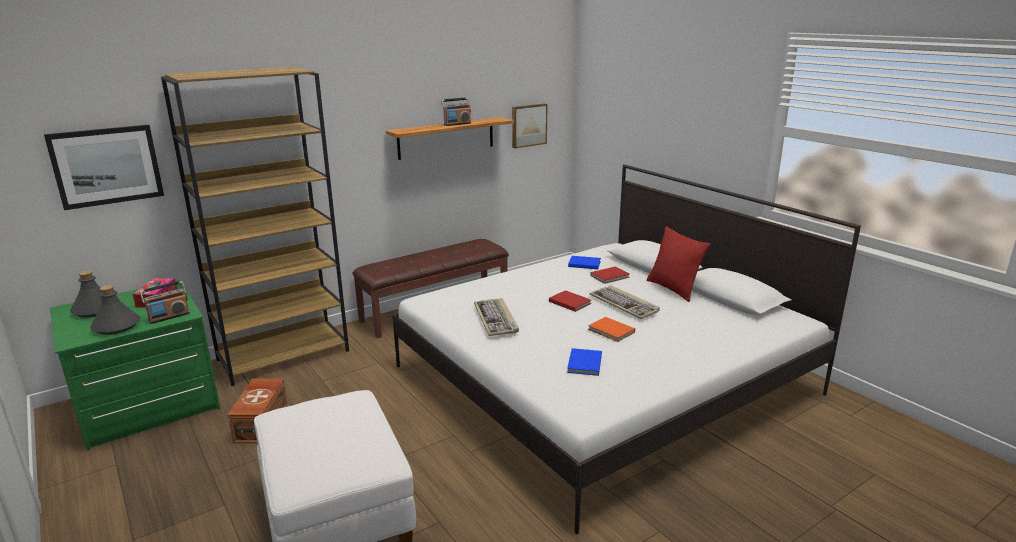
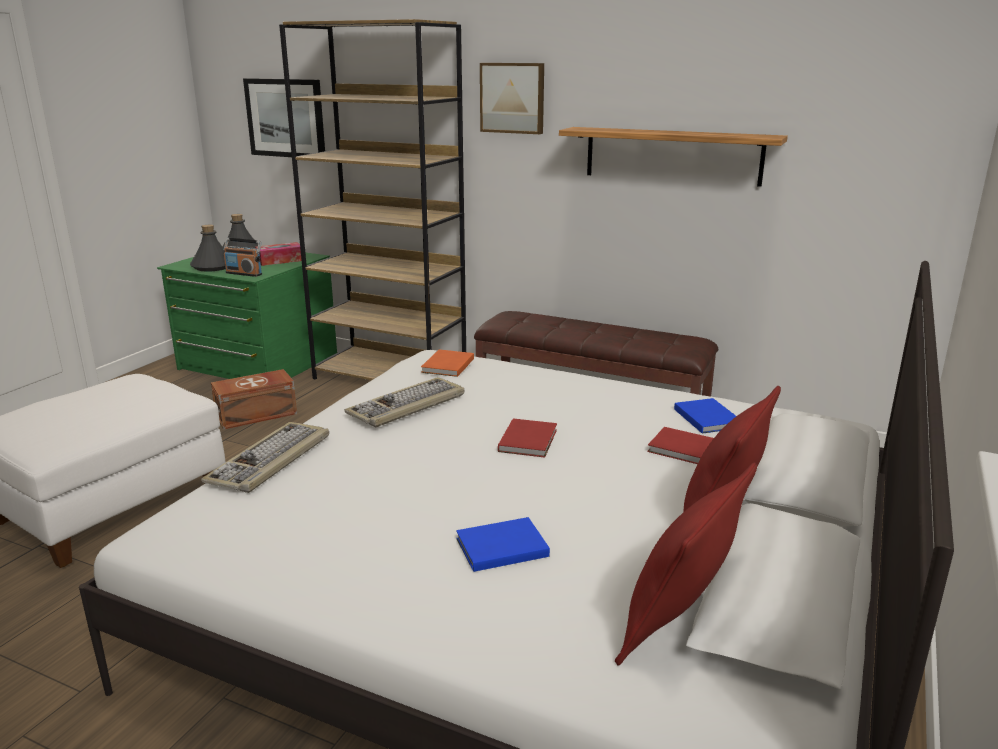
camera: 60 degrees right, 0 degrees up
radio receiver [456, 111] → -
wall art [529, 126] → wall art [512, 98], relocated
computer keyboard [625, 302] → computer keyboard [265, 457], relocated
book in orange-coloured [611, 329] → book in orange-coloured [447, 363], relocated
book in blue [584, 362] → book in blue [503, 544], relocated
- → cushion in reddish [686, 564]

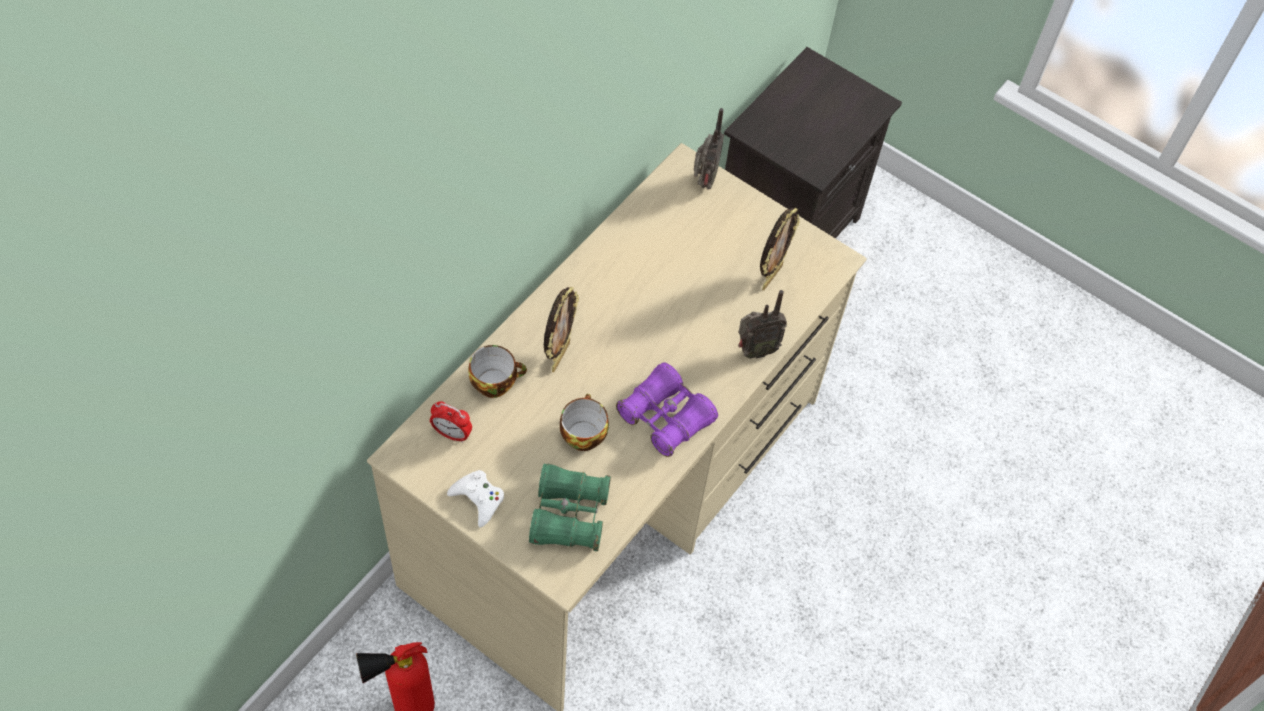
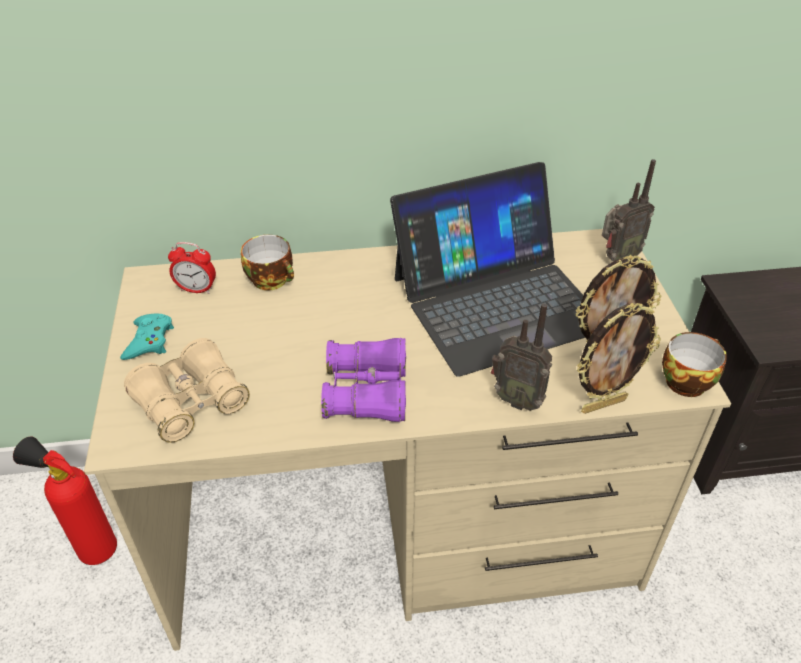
camera: 50 degrees right, 15 degrees down
picture frame [561, 329] → picture frame [619, 358], relocated
small cup [584, 422] → small cup [694, 364], relocated
bedside clock [451, 422] → bedside clock [192, 268], 60 degrees counterclockwise
field glasses in greenish [570, 507] → field glasses in beige-coloured [187, 390]
gamepad in whitish [475, 499] → gamepad in blue-green [147, 337]
- → laptop [487, 269]

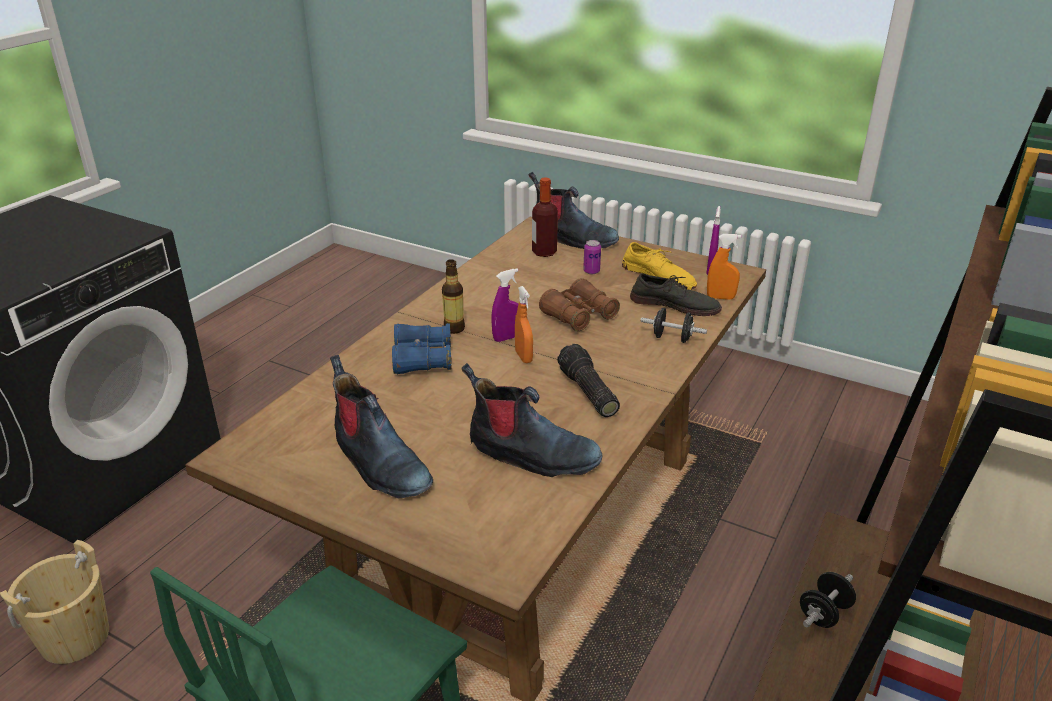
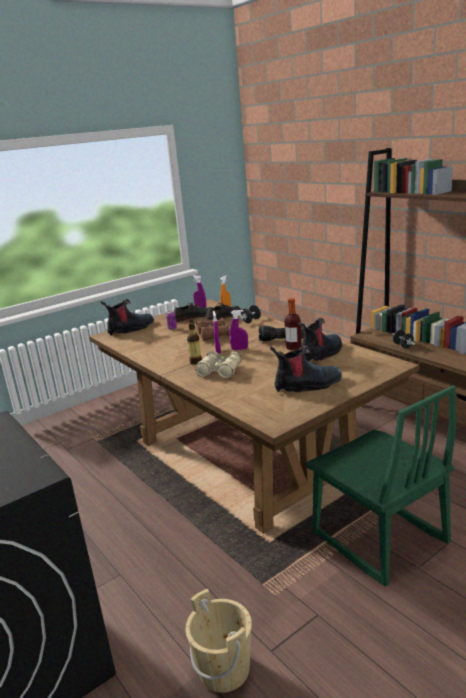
camera: 65 degrees left, 10 degrees down
drink bottle [545, 217] → drink bottle [293, 324], relocated
item of footwear in yellowish [659, 266] → item of footwear in greyish [193, 312]
sprayer in orange-coloured [524, 324] → sprayer in purple-coloured [238, 330]
field glasses in blue [421, 348] → field glasses in beige-coloured [218, 365]

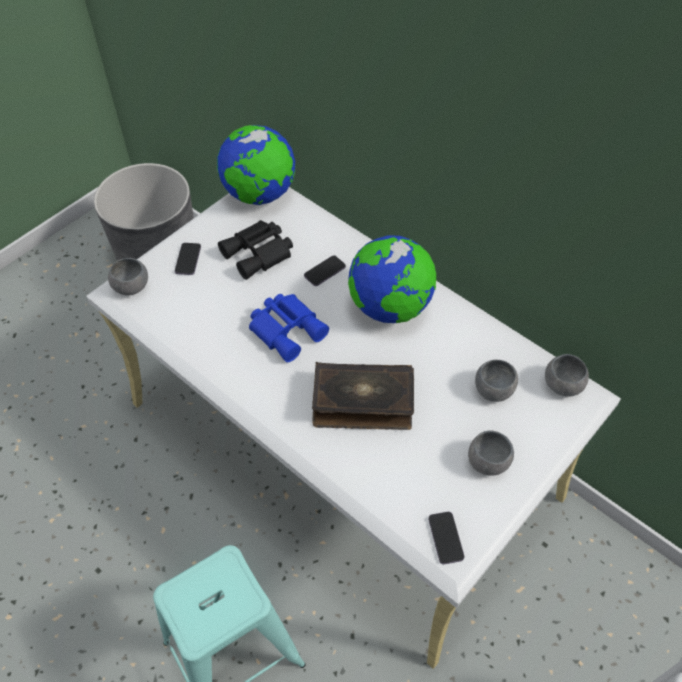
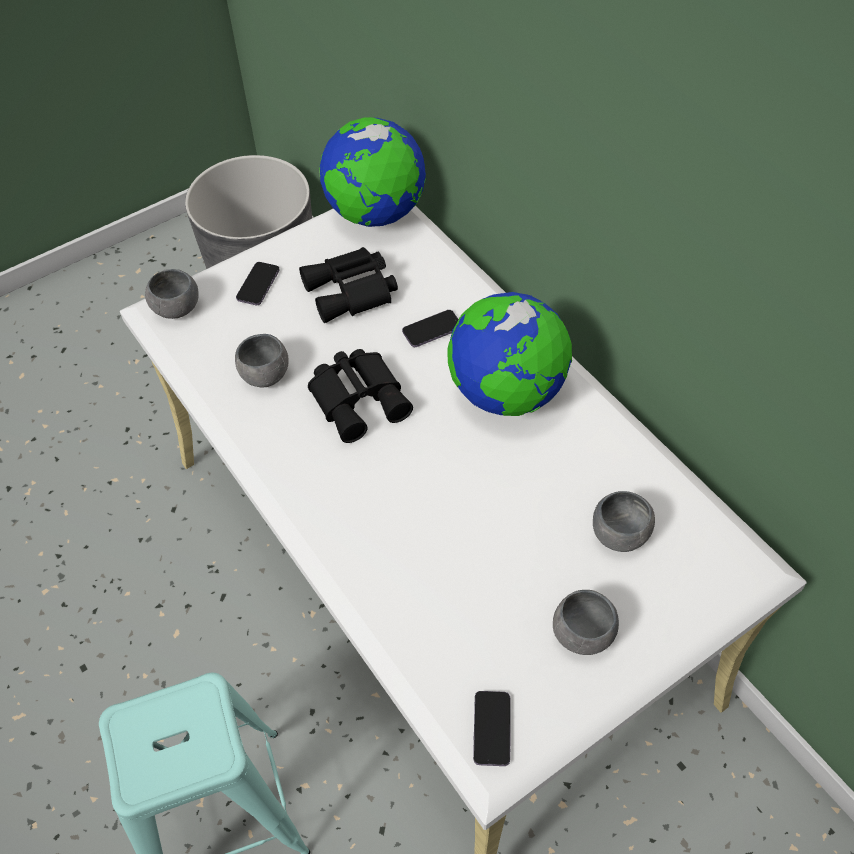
camera: 15 degrees right, 0 degrees up
field glasses in blue [289, 328] → field glasses in blackish [360, 396]
bowl in greyish [567, 375] → bowl in greyish [262, 360], relocated
book [363, 396] → -

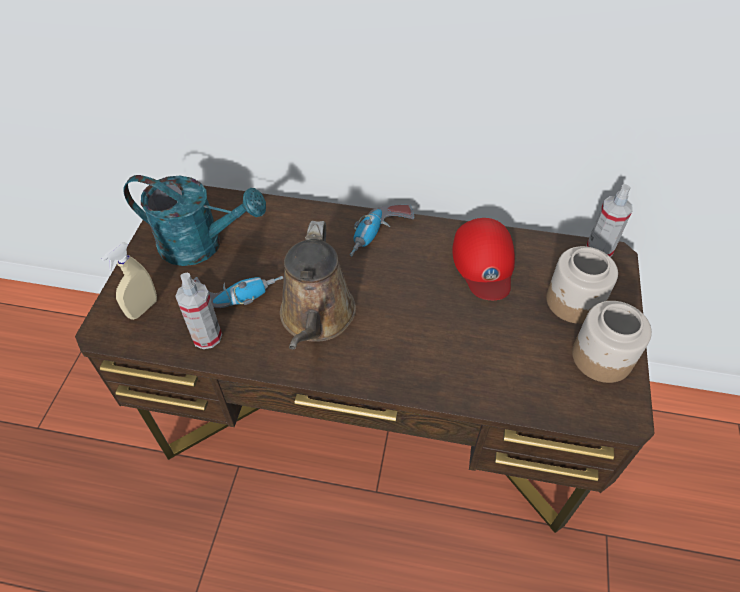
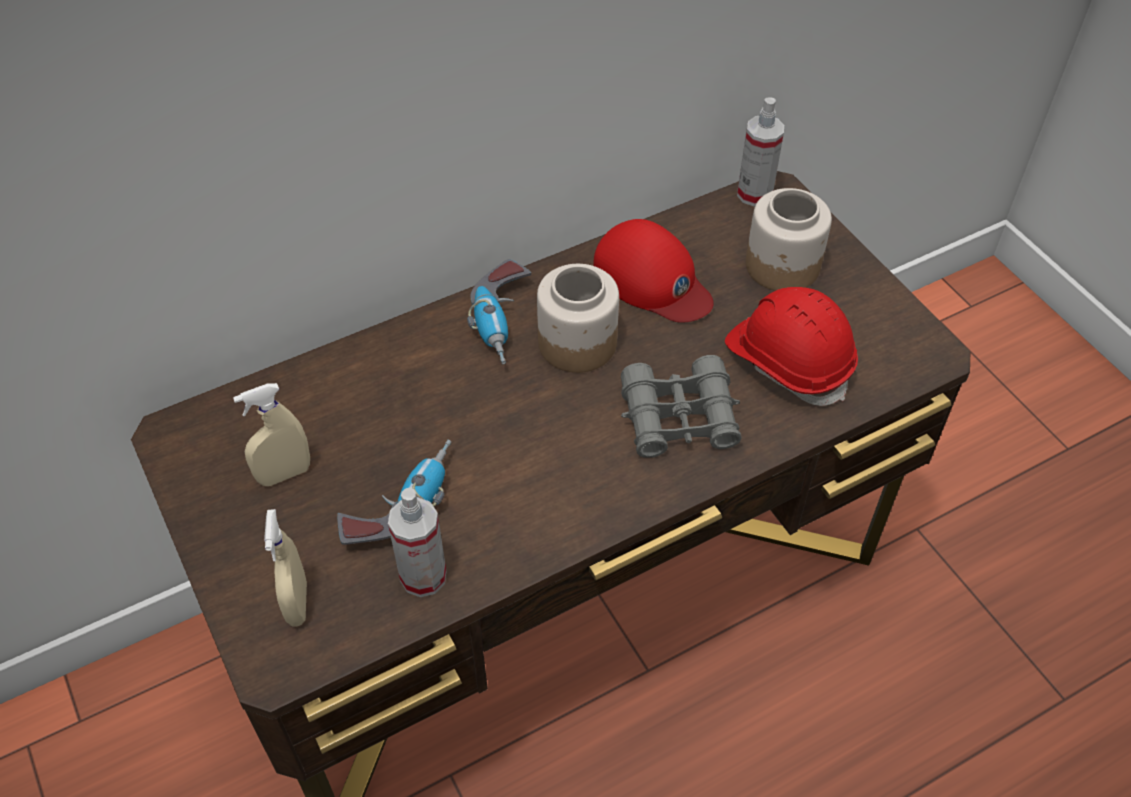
camera: 40 degrees left, 0 degrees up
sprinkling can in blue-green [194, 220] → sprayer in beige-coloured [271, 434]
sprinkling can in brown-coloured [318, 285] → -
preserve jar [612, 342] → preserve jar [578, 318], relocated
- → safety helmet in reddish [791, 346]
- → field glasses in greyish [681, 406]

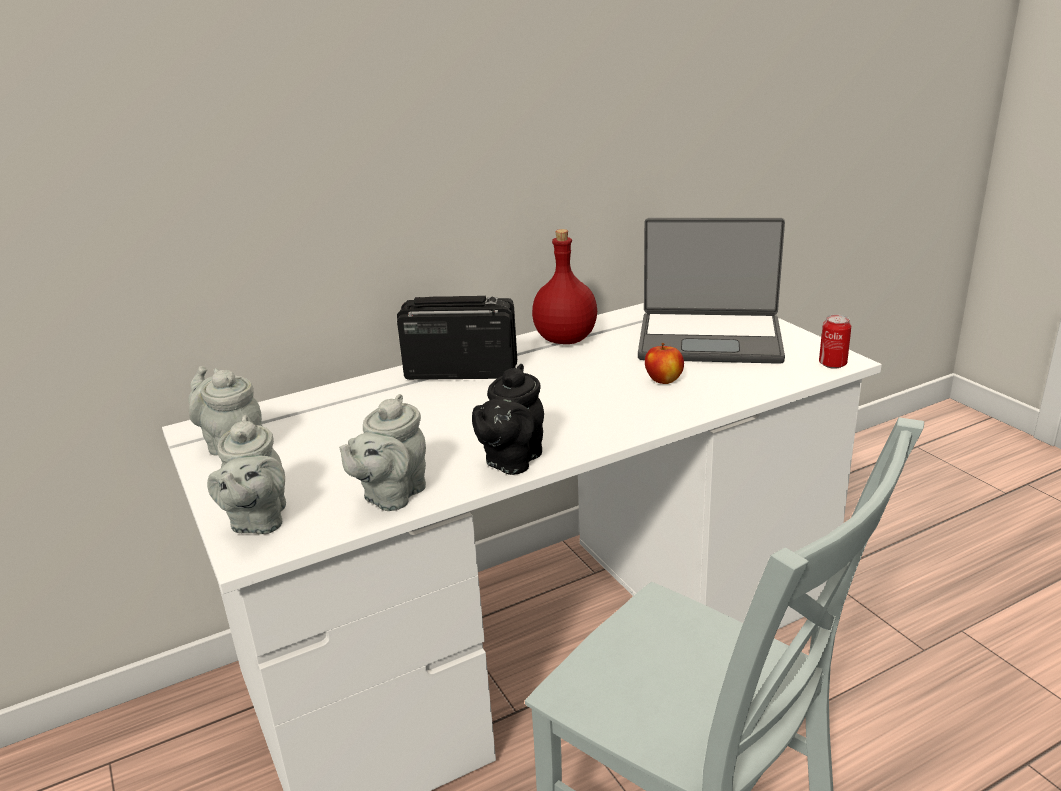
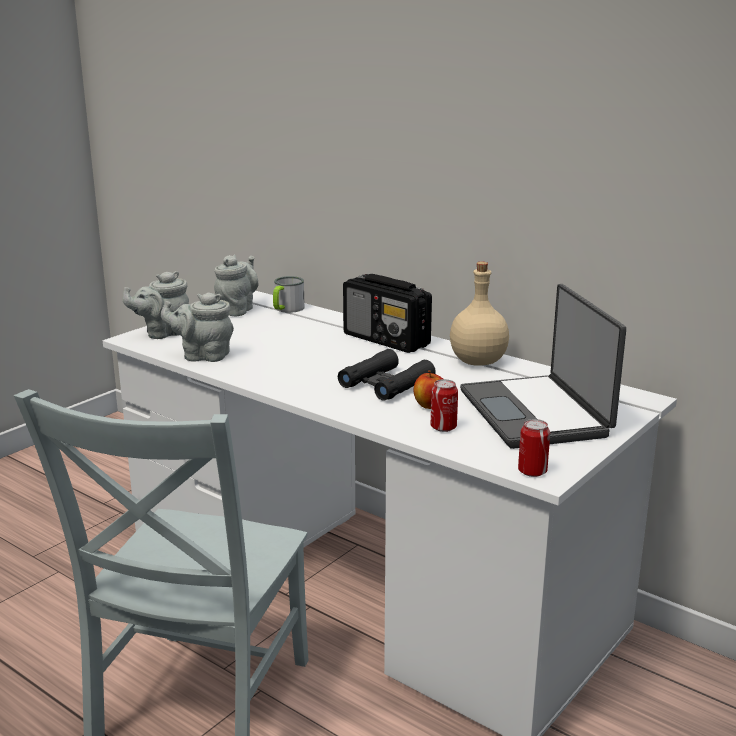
camera: 65 degrees right, 5 degrees down
drink bottle in reddish [564, 286] → drink bottle in beige-coloured [479, 314]
radio receiver [457, 338] → radio receiver [387, 313], 150 degrees clockwise
tea pot in blackish [508, 419] → -
- → coffee mug [289, 294]
- → field glasses in blackish [387, 375]
- → metal can [444, 405]

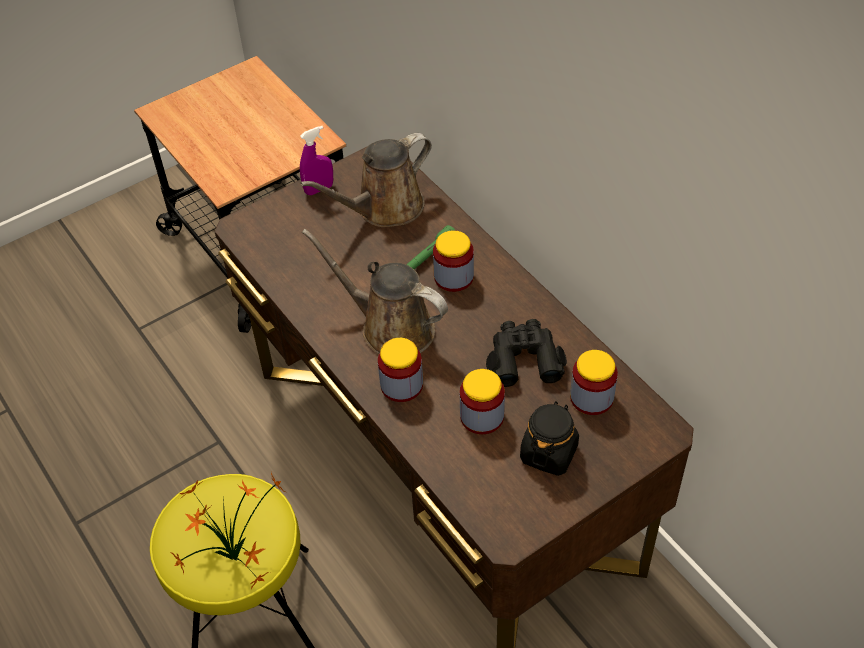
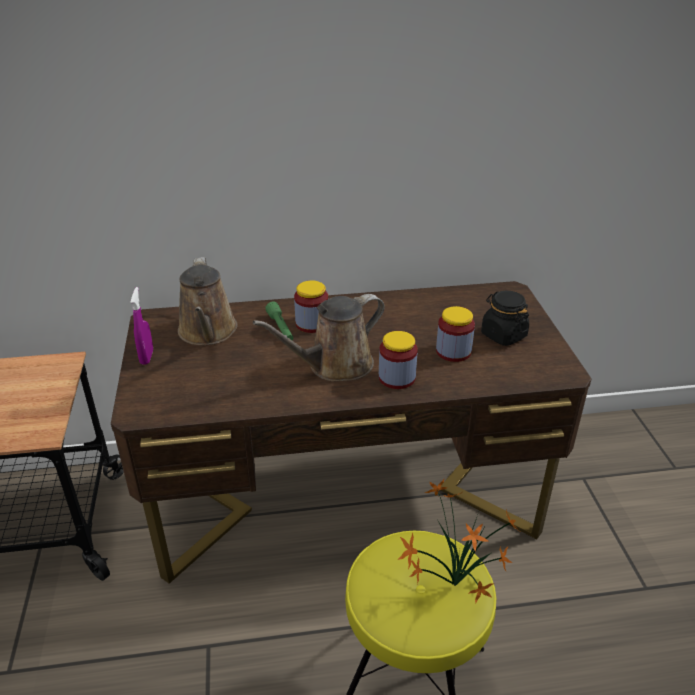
camera: 65 degrees left, 15 degrees down
field glasses in blackish [526, 353] → -
preserve jar [594, 382] → -

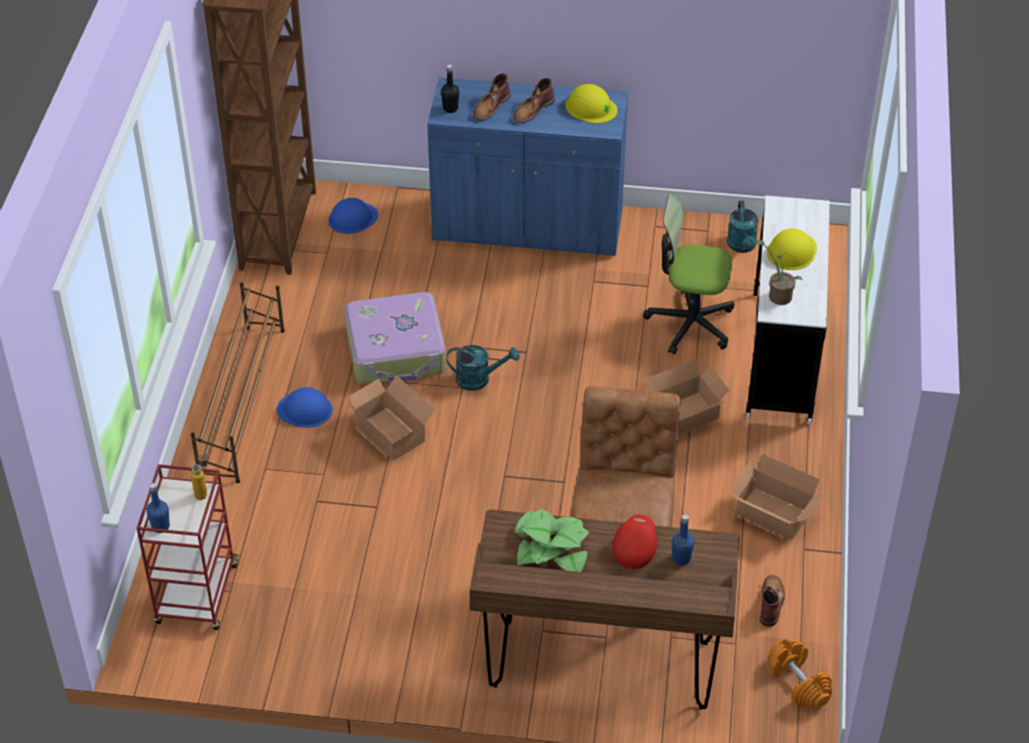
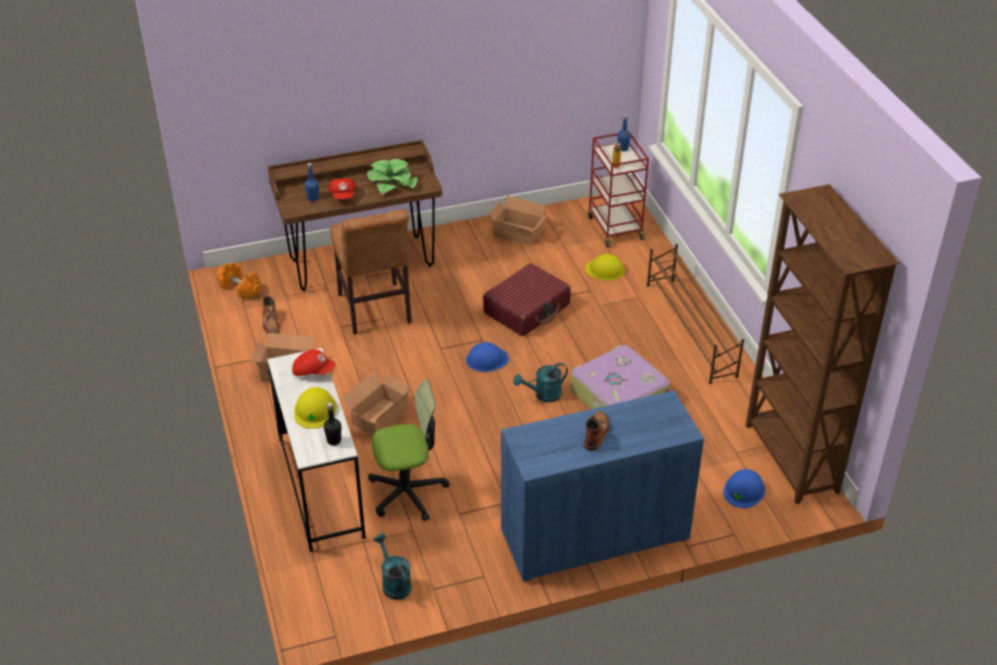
camera: 155 degrees right, 5 degrees down
drink bottle in blackish [450, 89] → drink bottle in blackish [332, 424], relocated
tall boot in brown-coloured [492, 97] → -
safety helmet in yellowish [592, 104] → safety helmet in yellowish [605, 267], relocated
potted plant [779, 272] → baseball cap in reddish [313, 362]
packing box [391, 418] → packing box [519, 220], relocated
safety helmet in blue [305, 407] → safety helmet in blue [487, 357], relocated
- → piece of luggage in reddish [527, 299]

